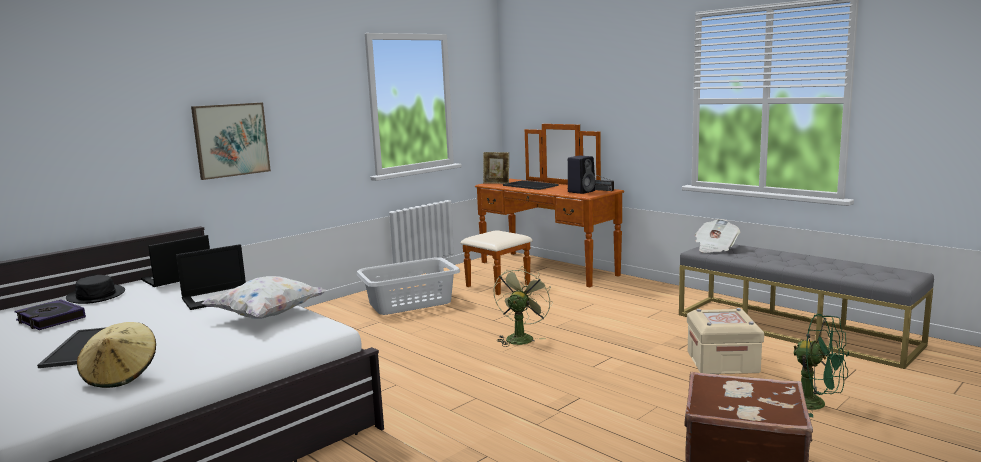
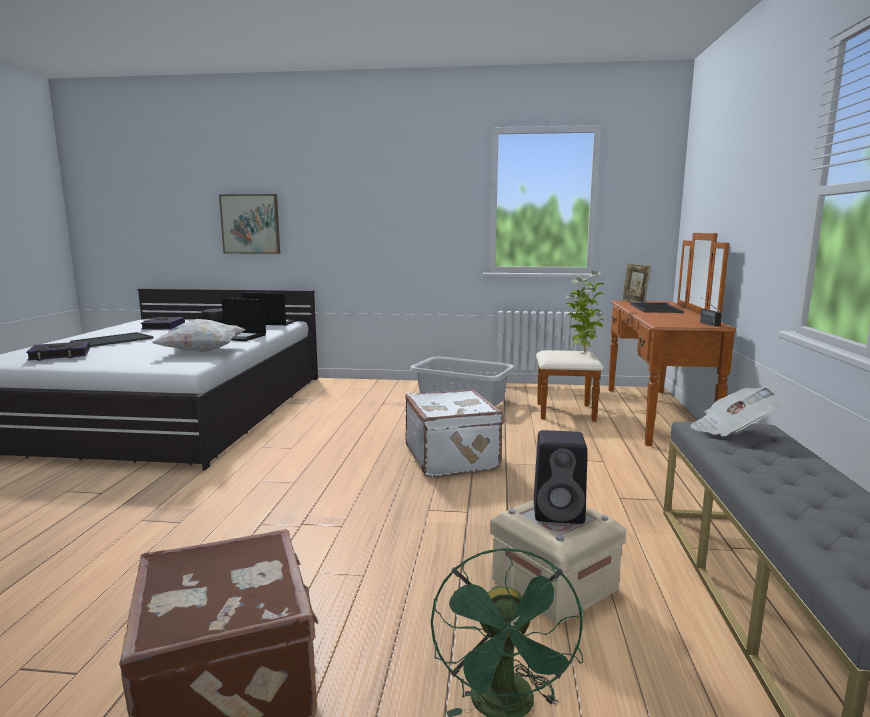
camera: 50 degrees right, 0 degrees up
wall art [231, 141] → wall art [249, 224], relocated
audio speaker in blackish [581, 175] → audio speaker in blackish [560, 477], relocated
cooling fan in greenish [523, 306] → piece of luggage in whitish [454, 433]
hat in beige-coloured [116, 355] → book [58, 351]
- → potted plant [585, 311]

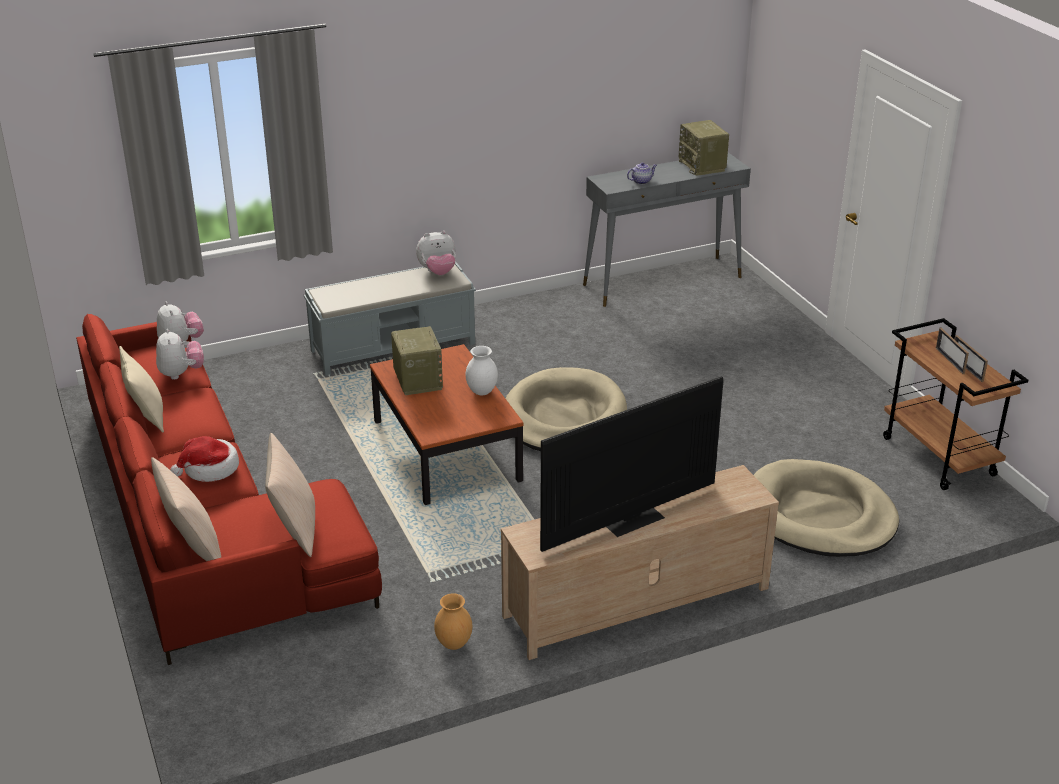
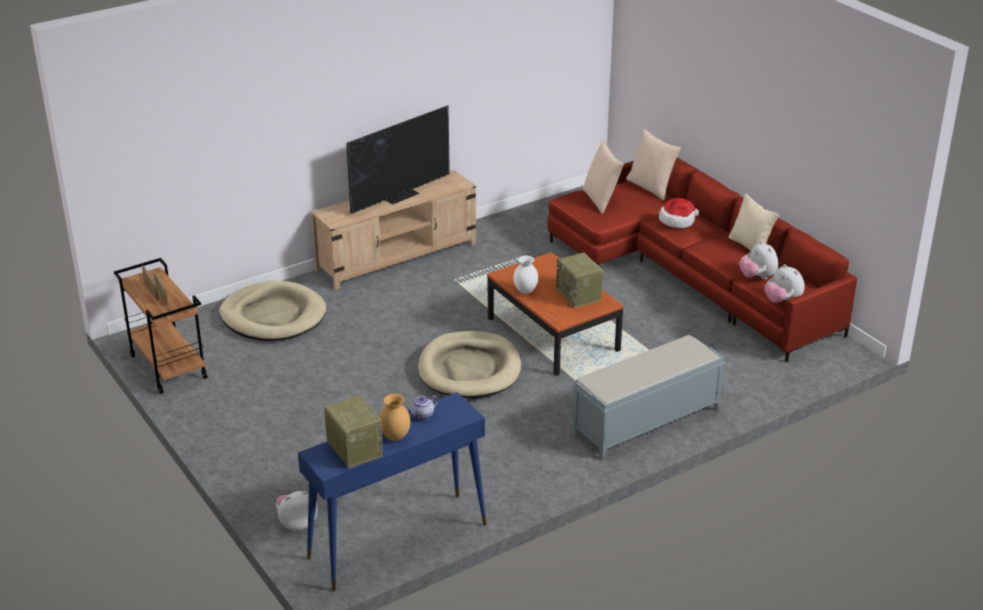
camera: 170 degrees right, 0 degrees up
hall table in greyish [667, 229] → hall table in blue [392, 491]
soft toy [436, 253] → soft toy [297, 511], relocated
vase in brown-coloured [453, 621] → vase in brown-coloured [394, 417], relocated

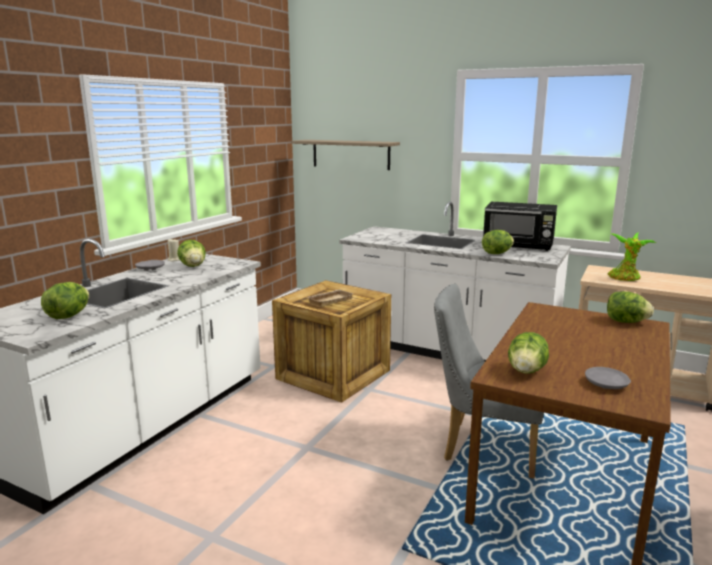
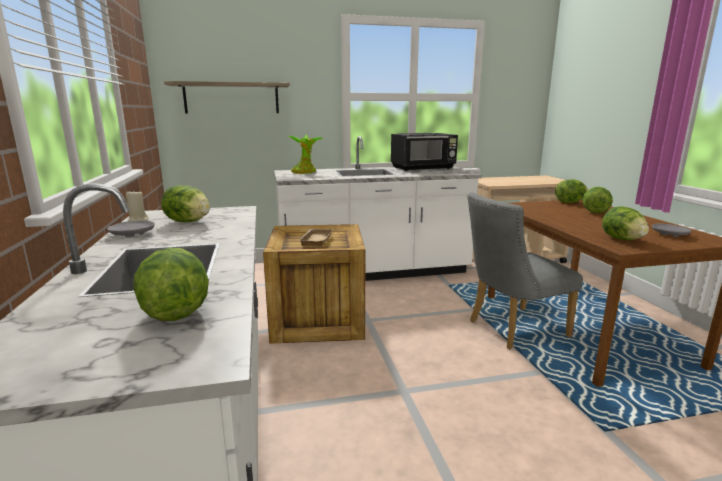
camera: 40 degrees left, 0 degrees up
lettuce [498, 242] → lettuce [598, 200], relocated
potted plant [632, 256] → potted plant [305, 154], relocated

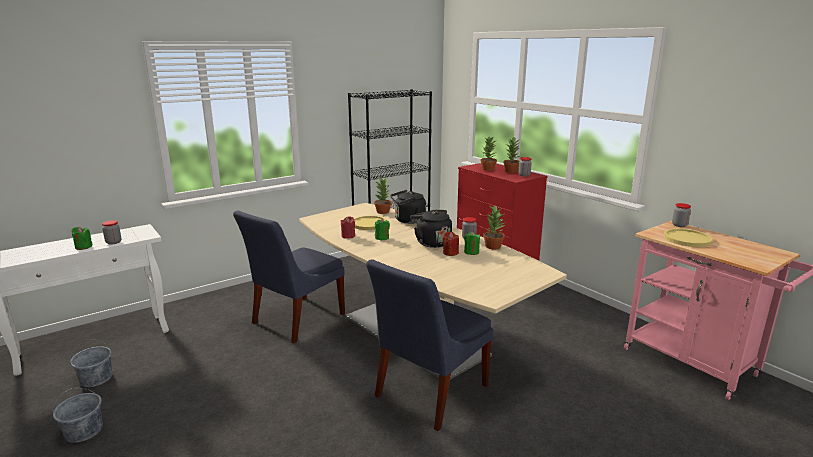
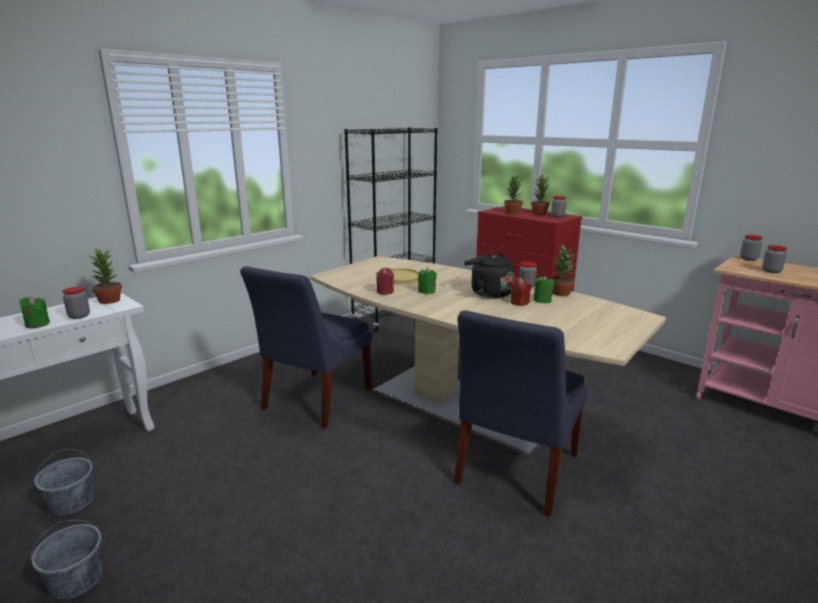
camera: 10 degrees left, 0 degrees up
potted plant [383, 195] → potted plant [105, 276], relocated
tea kettle in blackish [408, 207] → -
flat dish in yellowish [688, 237] → preserve jar [774, 259]

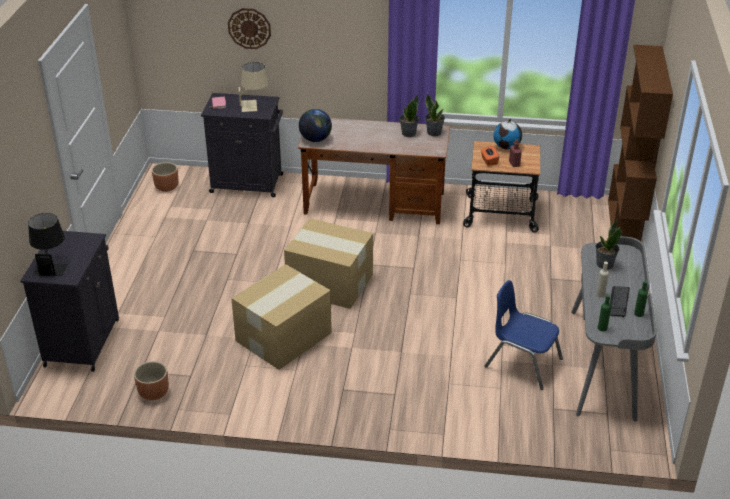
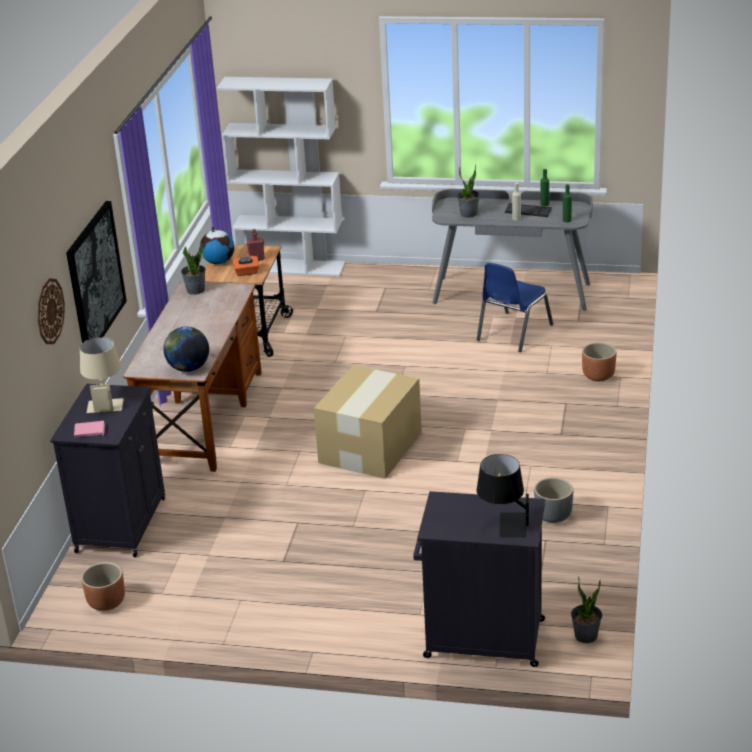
camera: 85 degrees left, 5 degrees down
bookcase in brown-coloured [640, 143] → bookcase in whitish [281, 177]
potted plant [409, 115] → potted plant [586, 609], relocated
packing box [281, 317] → -
planter in brown-coloured [151, 380] → planter in brown-coloured [599, 361], relocated
- → wall art [96, 272]
- → planter in greyish [553, 500]

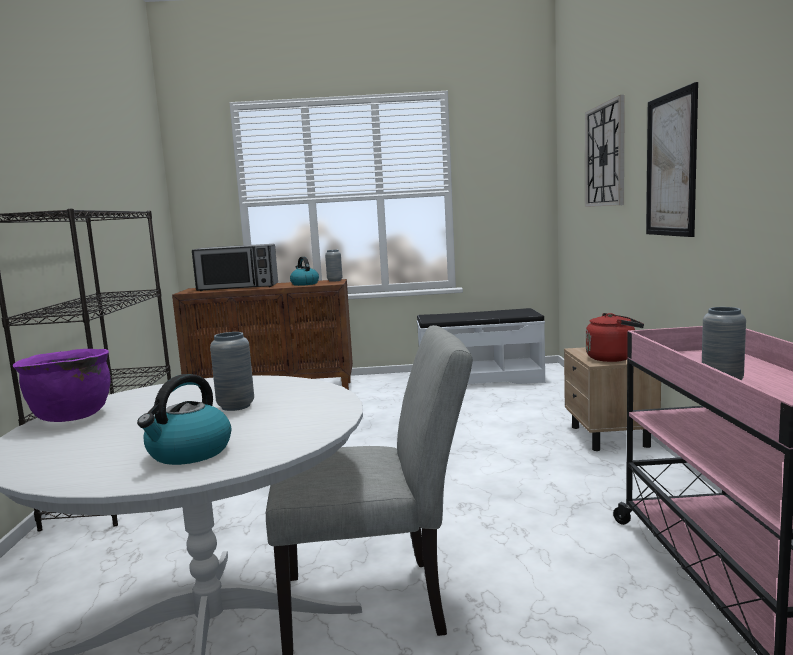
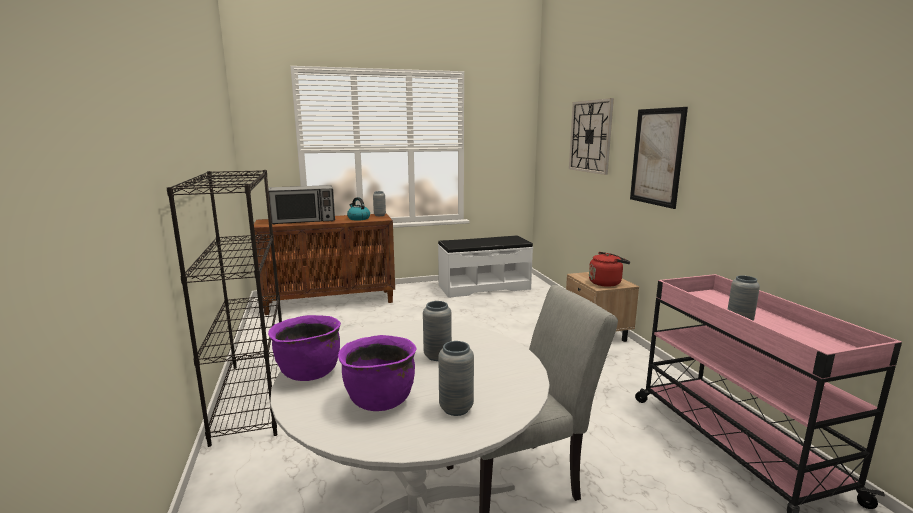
camera: 15 degrees left, 5 degrees up
tea kettle [184, 419] → vase in greyish [456, 378]
- → stockpot in purple-coloured [377, 373]

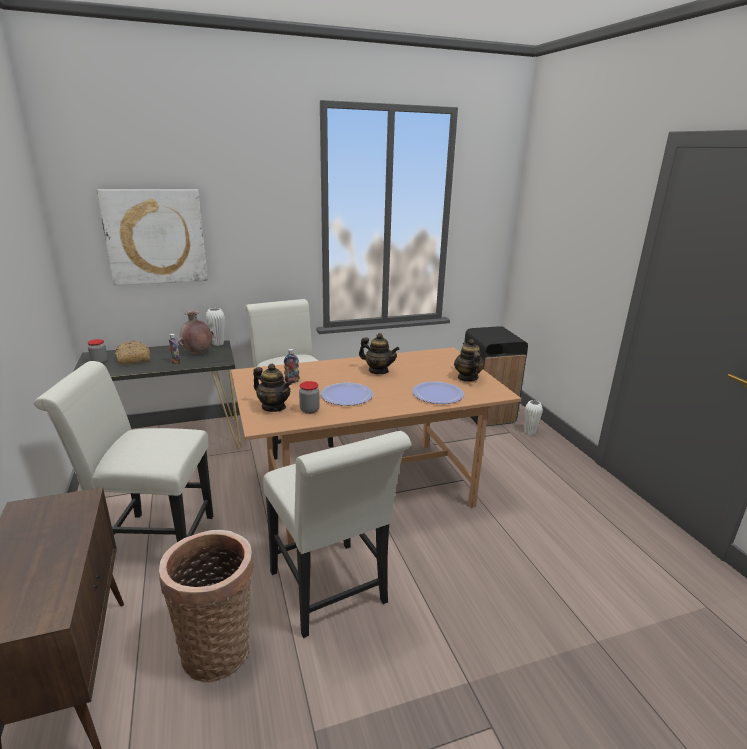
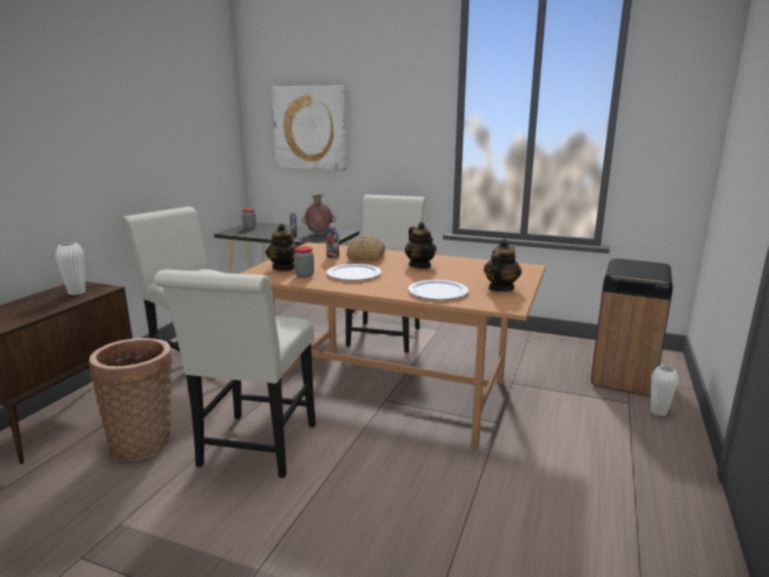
camera: 40 degrees right, 5 degrees down
vase in whitish [215, 327] → vase in whitish [70, 268], relocated
bakery bread [133, 353] → bakery bread [366, 249], relocated

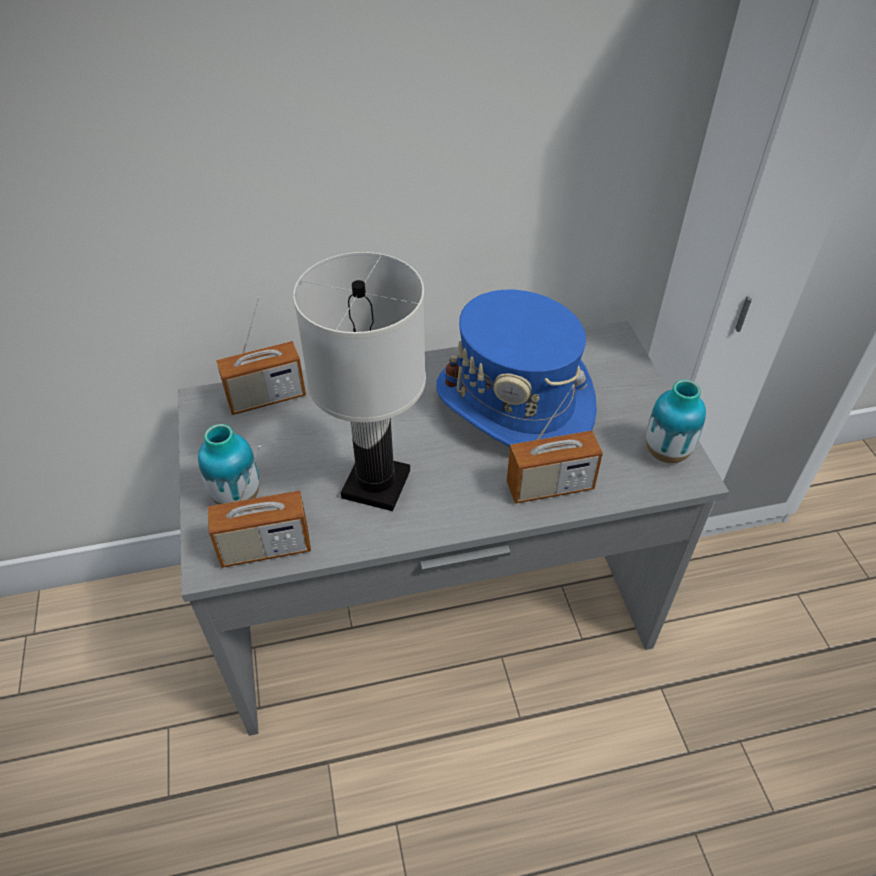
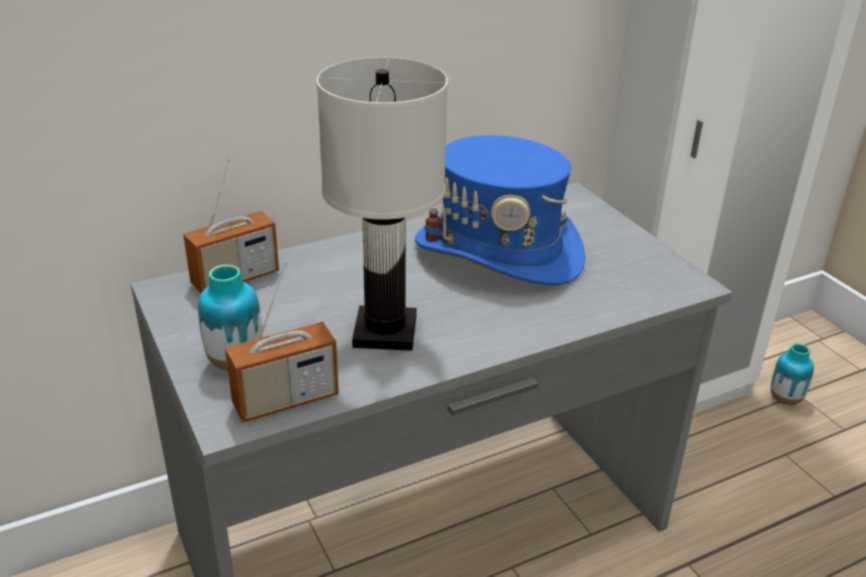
camera: 15 degrees left, 15 degrees down
vase [676, 421] → vase [792, 374], relocated
radio receiver [555, 444] → -

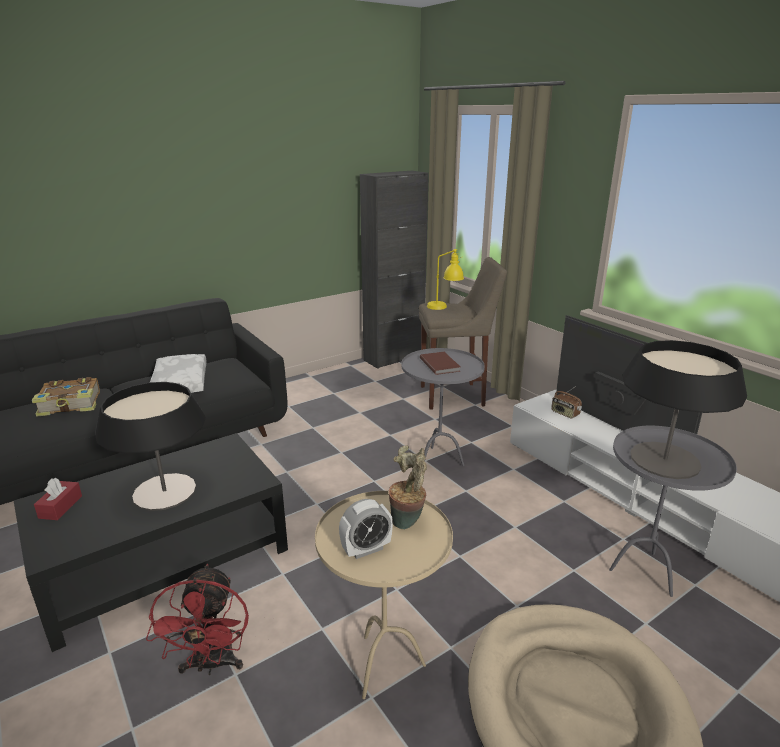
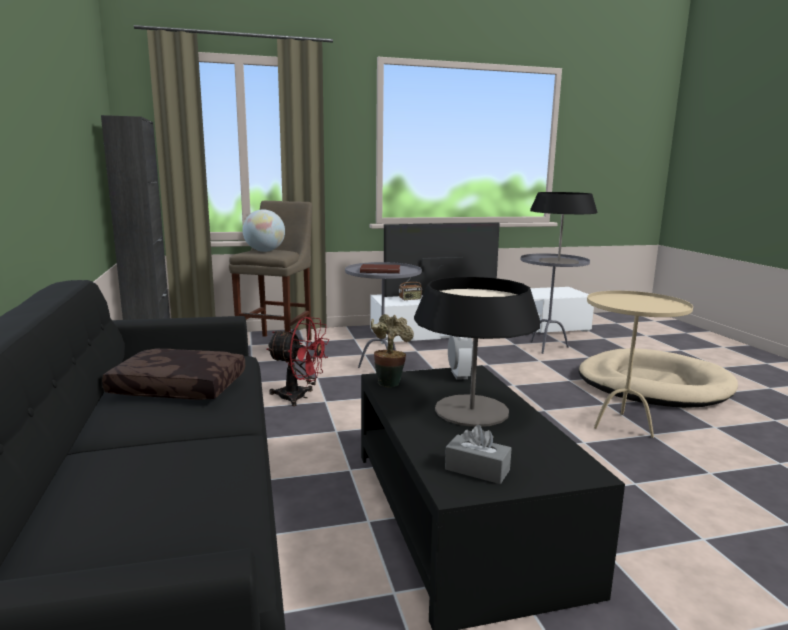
camera: 70 degrees left, 10 degrees down
lamp for a table in yellowish [445, 279] → globe [263, 230]
cushion in whitish [178, 373] → cushion in brown-coloured [173, 374]
book [66, 397] → -
potted plant [407, 487] → potted plant [392, 351], relocated
tissue holder in reddish [58, 499] → tissue holder in greyish [478, 454]
bedside clock [366, 529] → bedside clock [460, 358], relocated
cooling fan in reddish [197, 619] → cooling fan in reddish [298, 361], relocated

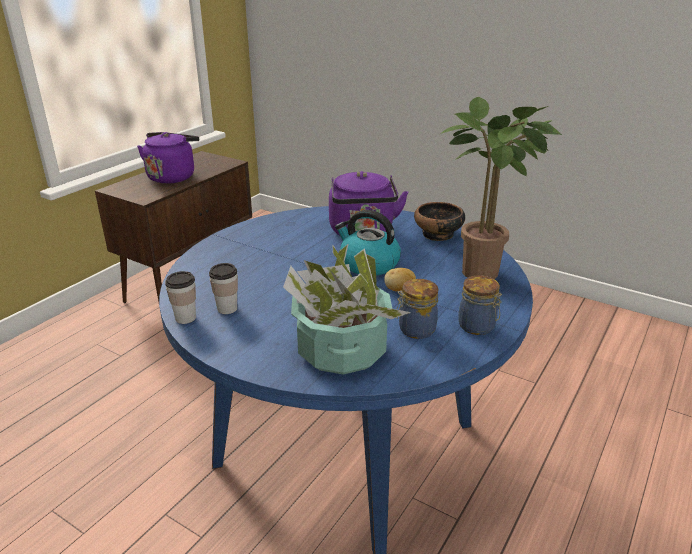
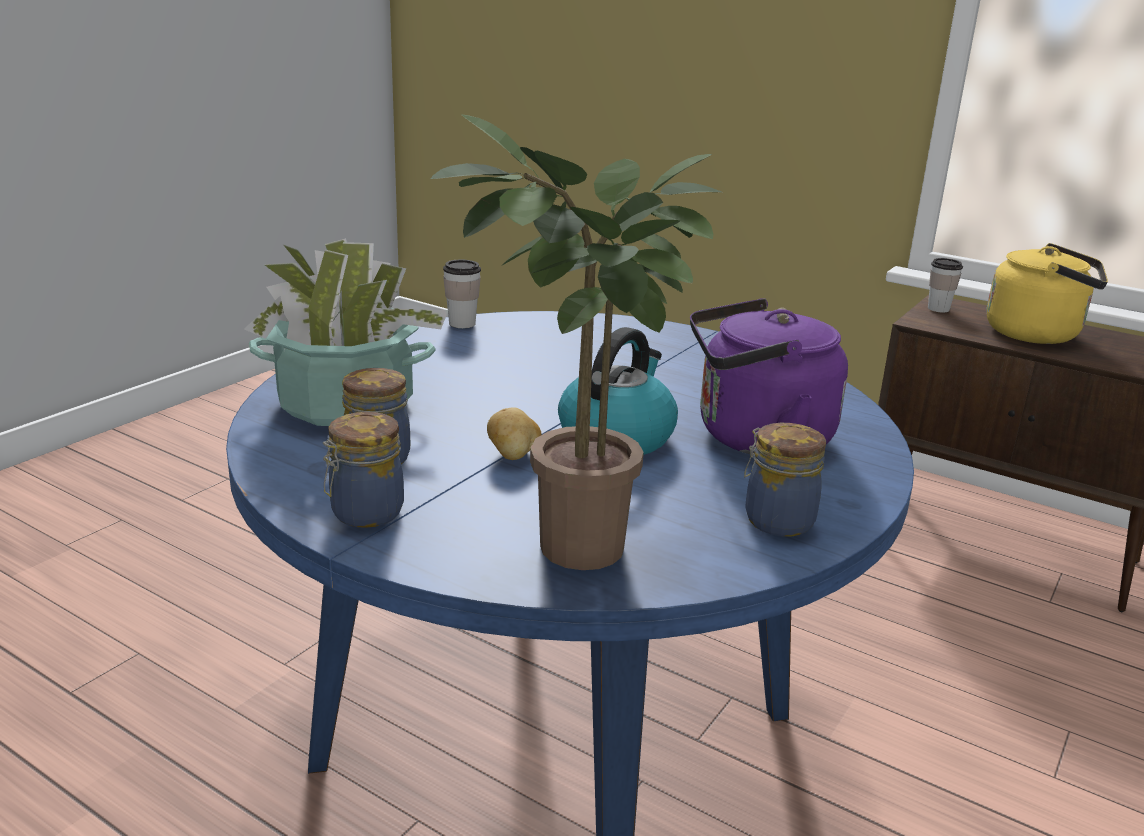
camera: 90 degrees right, 5 degrees down
tea kettle in purple-coloured [168, 158] → tea kettle in yellowish [1047, 293]
bowl [439, 221] → preserve jar [785, 480]
small cup [223, 288] → small cup [945, 285], relocated

